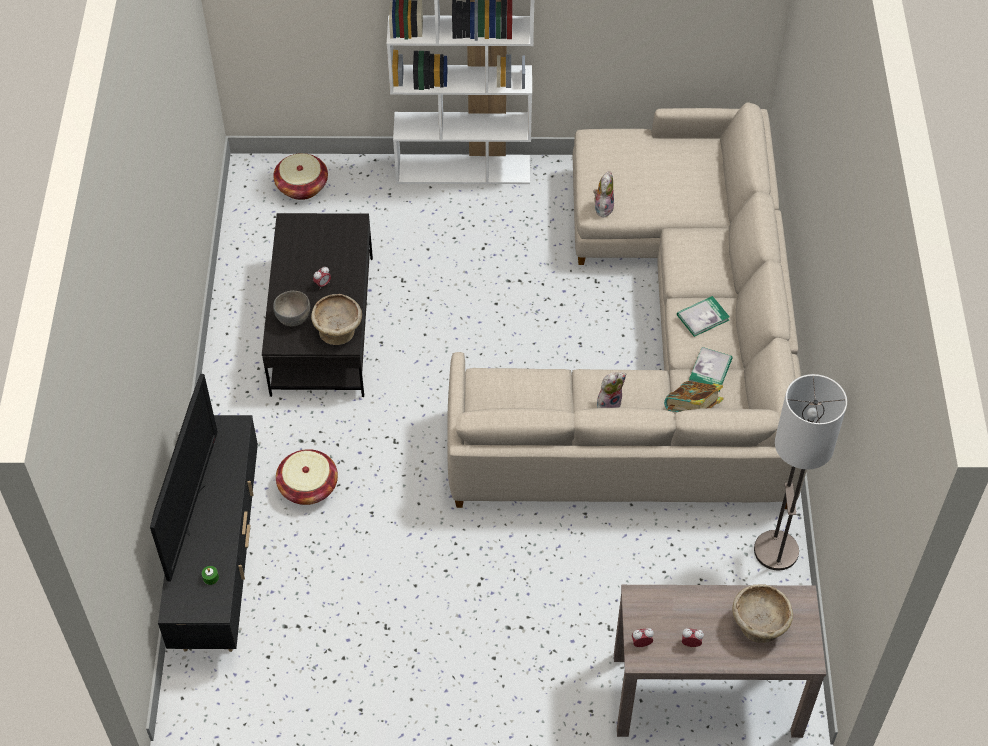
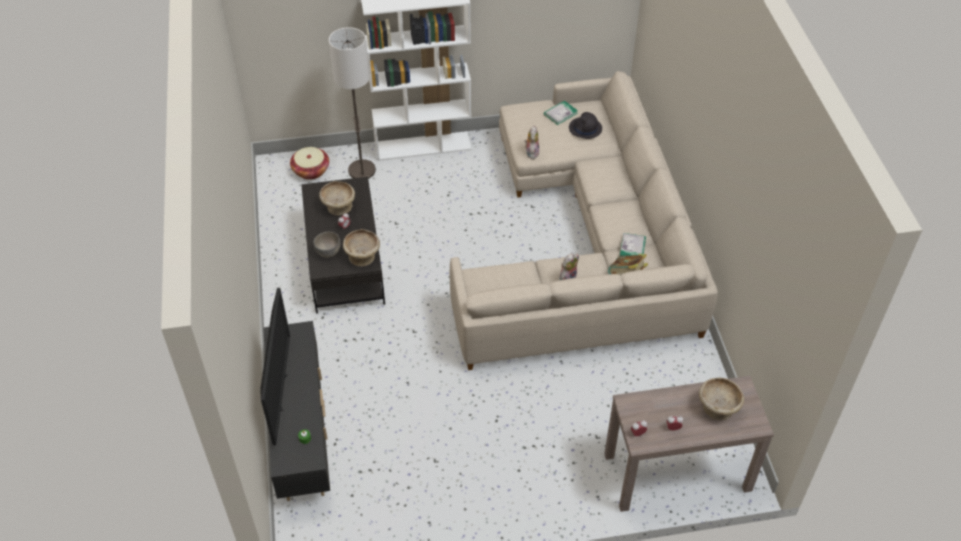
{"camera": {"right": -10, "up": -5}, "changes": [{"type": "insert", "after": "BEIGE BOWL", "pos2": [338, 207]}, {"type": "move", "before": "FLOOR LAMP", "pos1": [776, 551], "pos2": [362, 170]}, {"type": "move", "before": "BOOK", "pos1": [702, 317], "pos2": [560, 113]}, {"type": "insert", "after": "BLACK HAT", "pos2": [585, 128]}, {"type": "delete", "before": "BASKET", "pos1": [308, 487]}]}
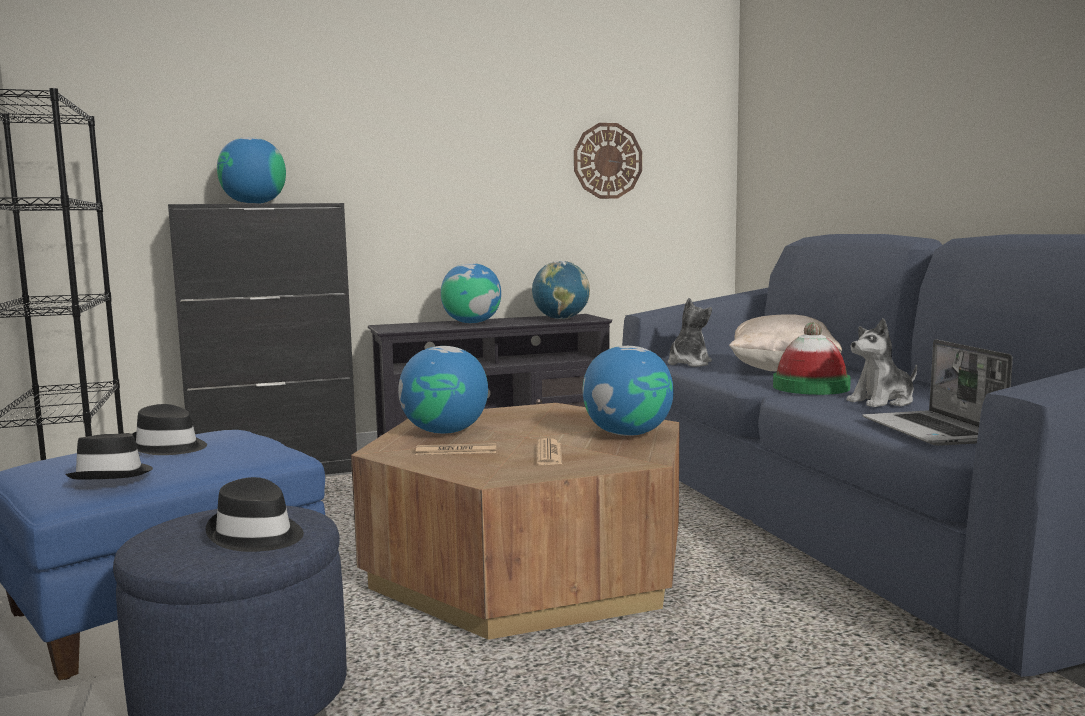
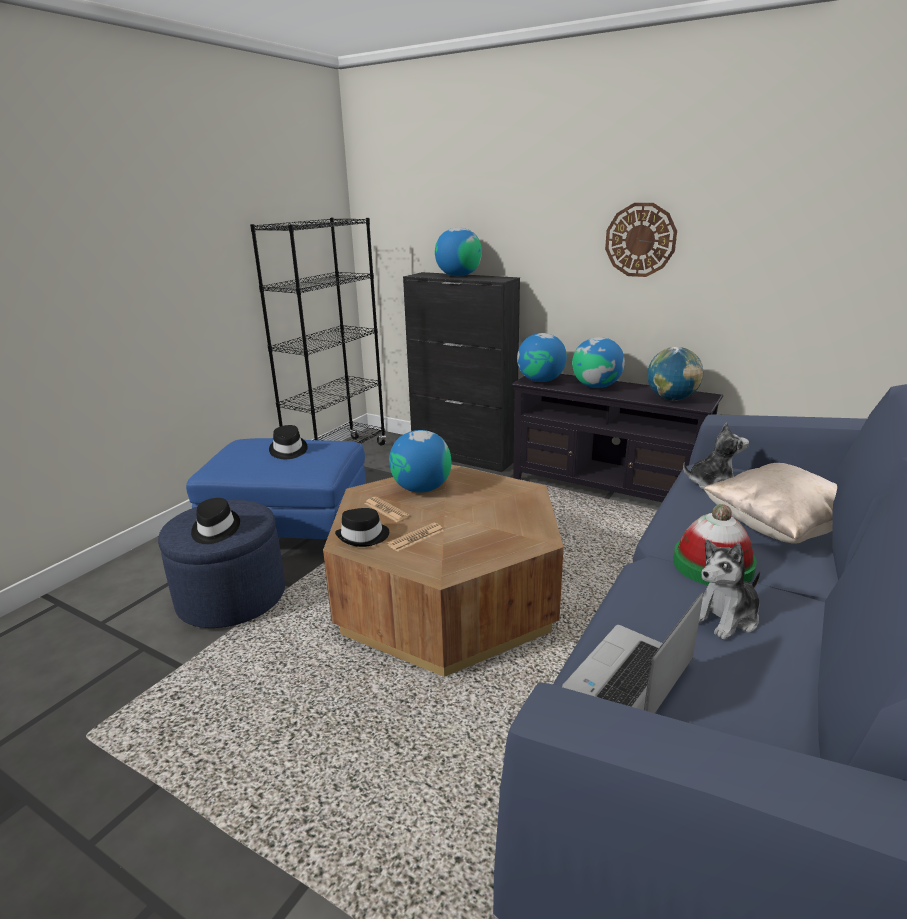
{"camera": {"right": 50, "up": 15}, "changes": [{"type": "move", "before": "BLACK HAT", "pos1": [113, 474], "pos2": [363, 536]}, {"type": "move", "before": "GLOBE", "pos1": [628, 434], "pos2": [541, 380]}, {"type": "move", "before": "WALL CLOCK", "pos1": [607, 161], "pos2": [640, 240]}, {"type": "rotate", "before": "PLUSH TOY", "pos1": [882, 401], "pos2": [726, 617], "turn": -60}]}
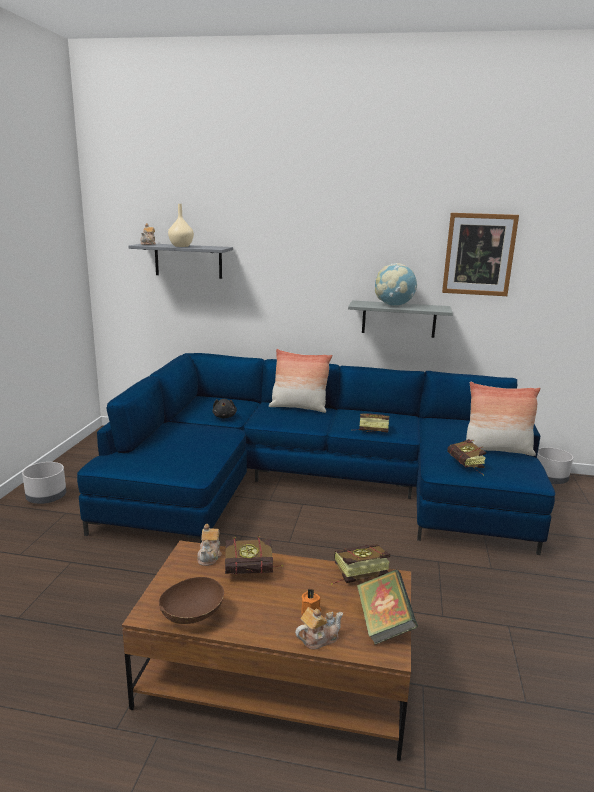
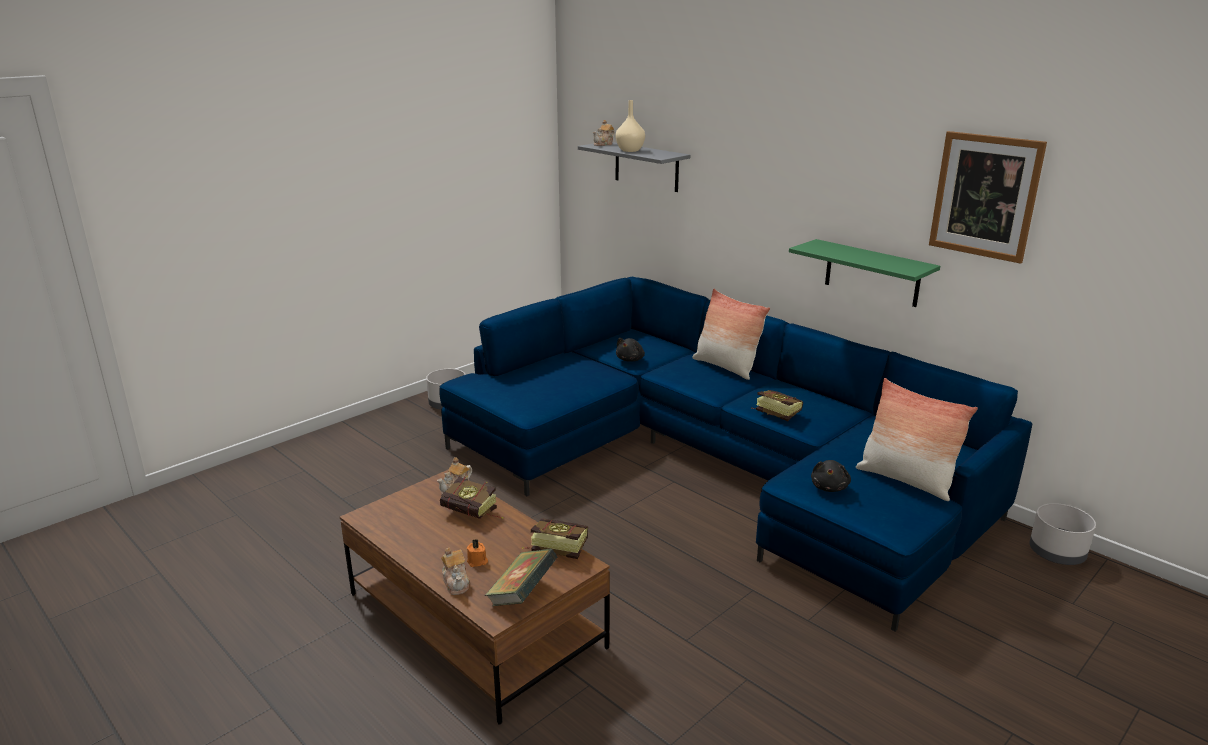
{"camera": {"right": 35, "up": 5}, "changes": [{"type": "rotate", "before": "TEAPOT", "pos1": [318, 638], "pos2": [456, 583], "turn": 60}, {"type": "recolor", "before": "GREY SHELF", "after": "GREEN SHELF", "pos1": [399, 319], "pos2": [872, 273]}, {"type": "replace", "before": "BOOK", "after": "BLACK PLUSH TOY", "pos1": [467, 466], "pos2": [829, 487]}, {"type": "delete", "before": "BROWN BOWL", "pos1": [192, 616]}, {"type": "delete", "before": "GLOBE", "pos1": [394, 305]}]}
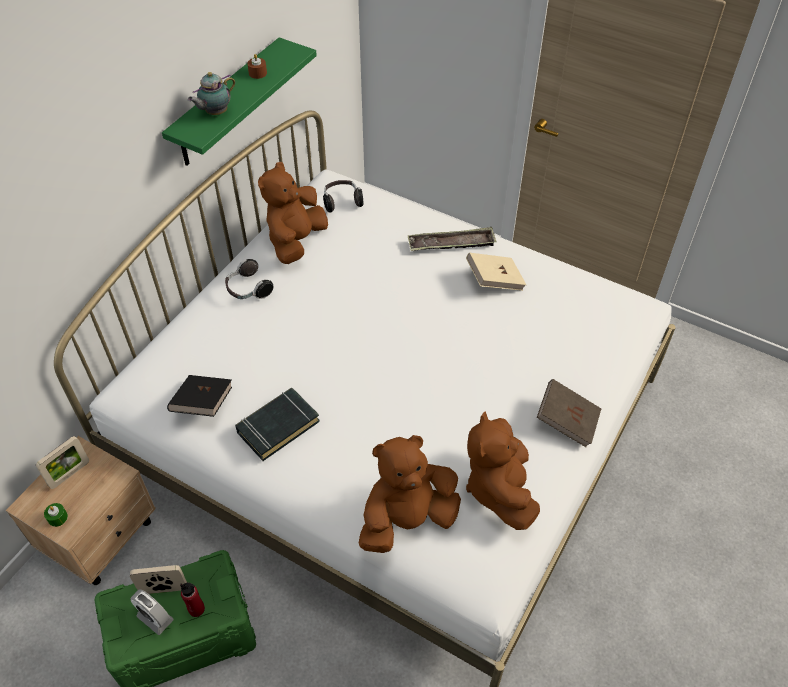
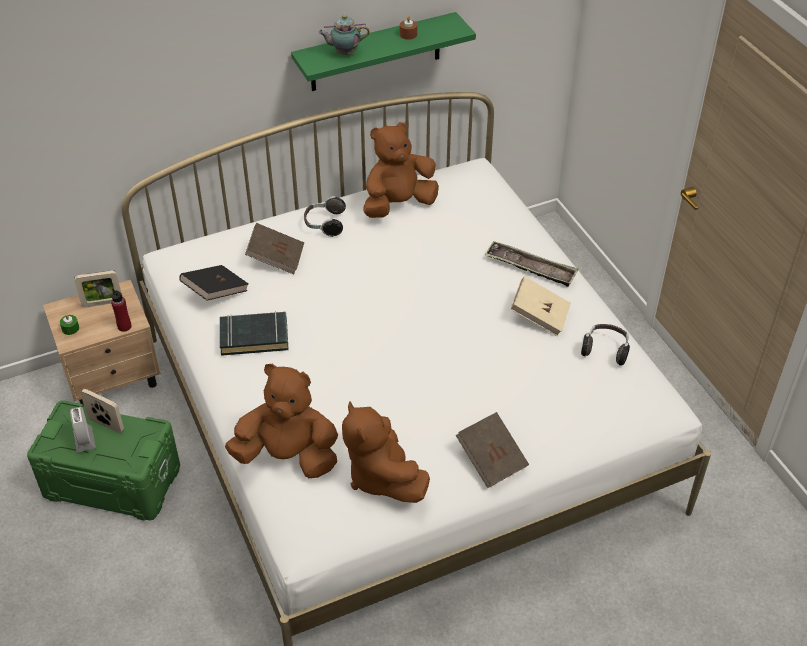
{"camera": {"right": 35, "up": -5}, "changes": [{"type": "move", "before": "RED BOTTLE", "pos1": [196, 609], "pos2": [124, 326]}, {"type": "insert", "after": "BROWN BOOK", "pos2": [276, 258]}, {"type": "rotate", "before": "BROWN PLUSH TOY", "pos1": [499, 488], "pos2": [381, 476], "turn": -60}, {"type": "move", "before": "HEADPHONES", "pos1": [342, 201], "pos2": [605, 350]}]}
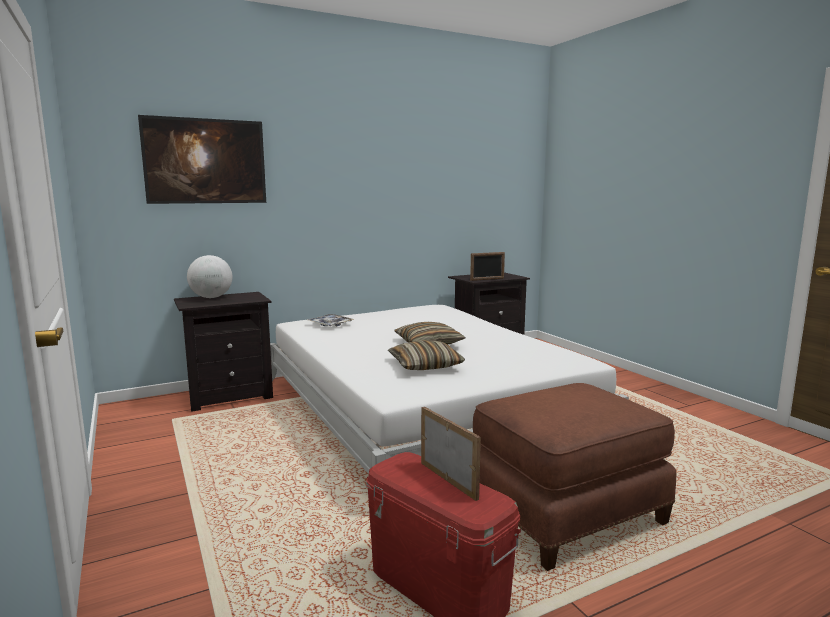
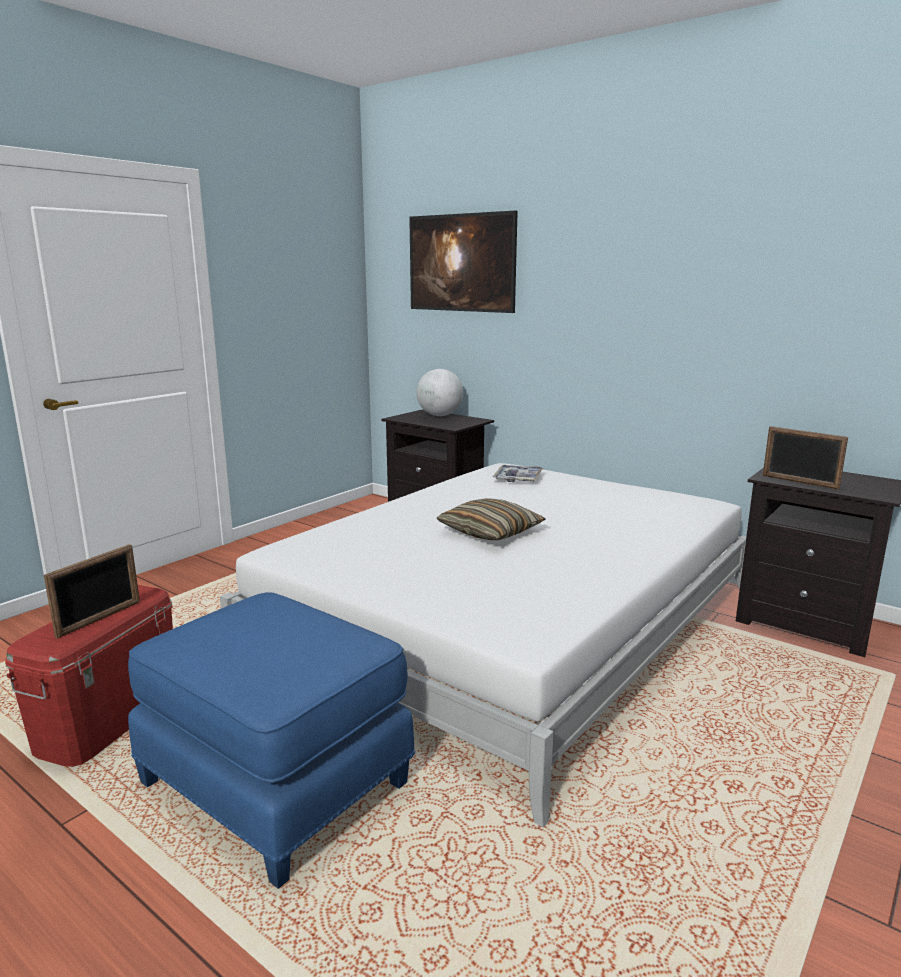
{"camera": {"right": 65, "up": 5}, "changes": [{"type": "recolor", "before": "BROWN OTTOMAN", "after": "BLUE OTTOMAN", "pos1": [565, 512], "pos2": [278, 782]}, {"type": "delete", "before": "PILLOW", "pos1": [425, 365]}]}
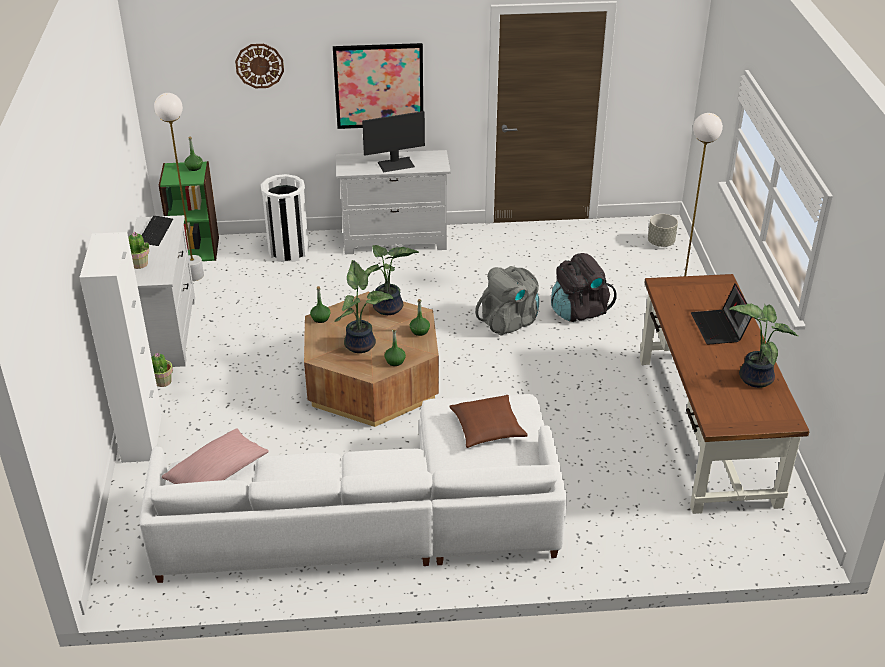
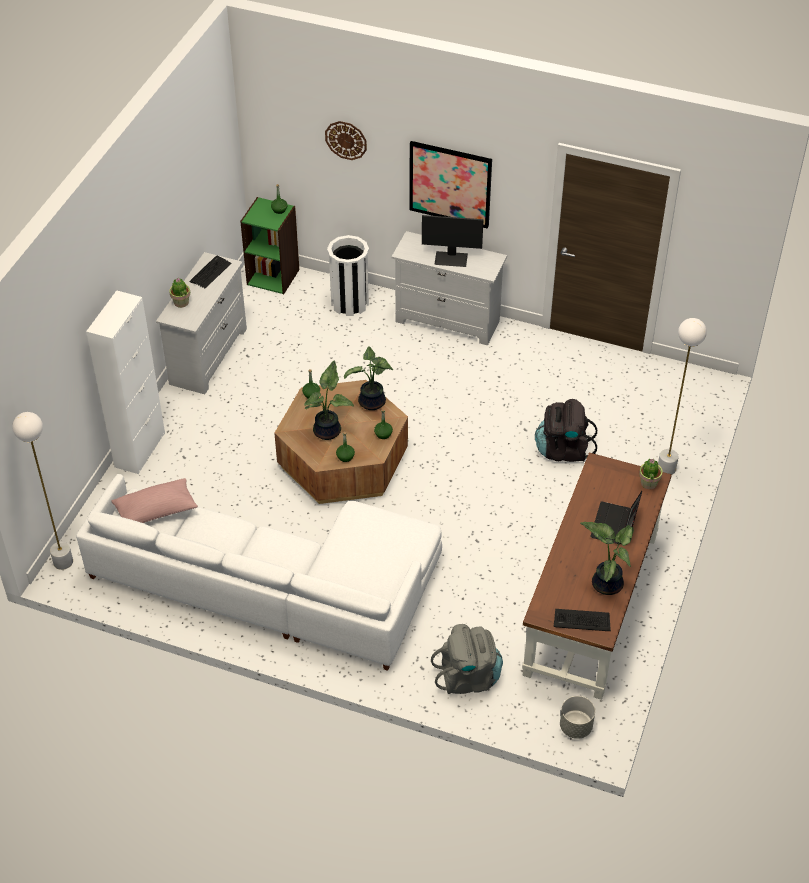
{"camera": {"right": 25, "up": 10}, "changes": [{"type": "move", "before": "WHITE FLOOR LAMP", "pos1": [194, 276], "pos2": [63, 562]}, {"type": "move", "before": "GREY BACKPACK", "pos1": [509, 321], "pos2": [468, 677]}, {"type": "insert", "after": "KEYBOARD", "pos2": [582, 620]}, {"type": "move", "before": "GREY PLANTER", "pos1": [660, 242], "pos2": [575, 726]}, {"type": "move", "before": "POTTED PLANT", "pos1": [163, 382], "pos2": [648, 483]}, {"type": "delete", "before": "BROWN PILLOW", "pos1": [487, 428]}]}
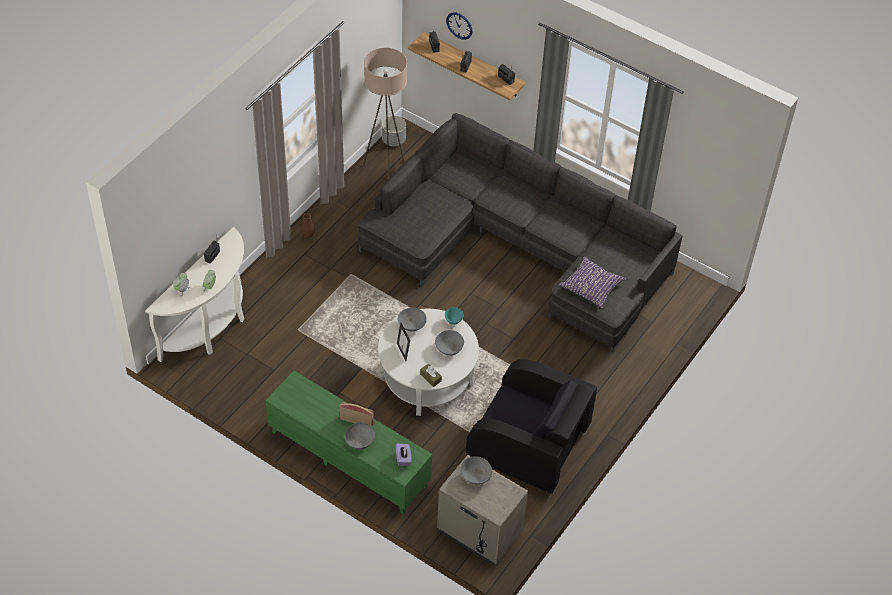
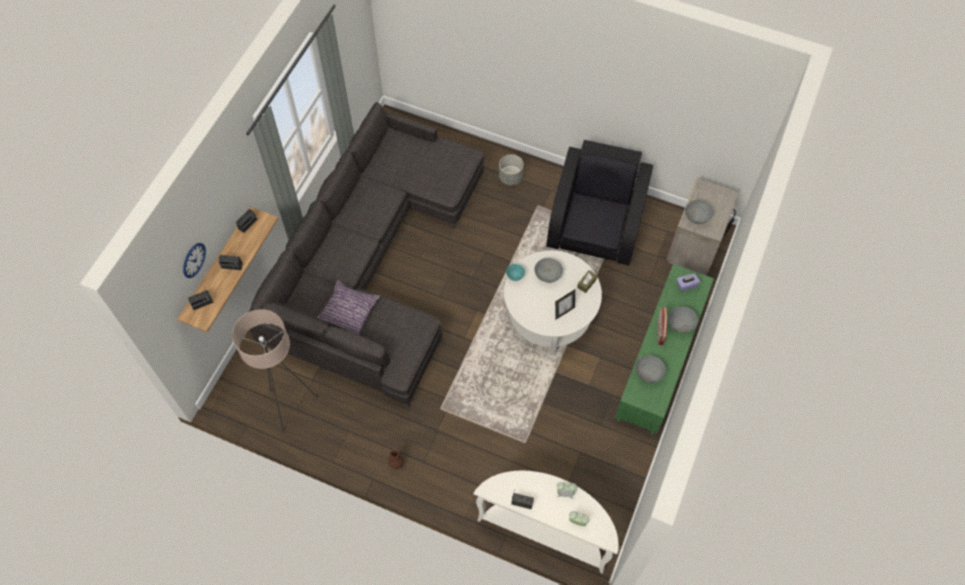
{"camera": {"right": -100, "up": 10}, "changes": [{"type": "move", "before": "PURPLE PILLOW", "pos1": [591, 286], "pos2": [348, 311]}, {"type": "move", "before": "GREY PLANTER", "pos1": [393, 140], "pos2": [510, 177]}, {"type": "move", "before": "GREY BOWL", "pos1": [411, 325], "pos2": [649, 373]}]}
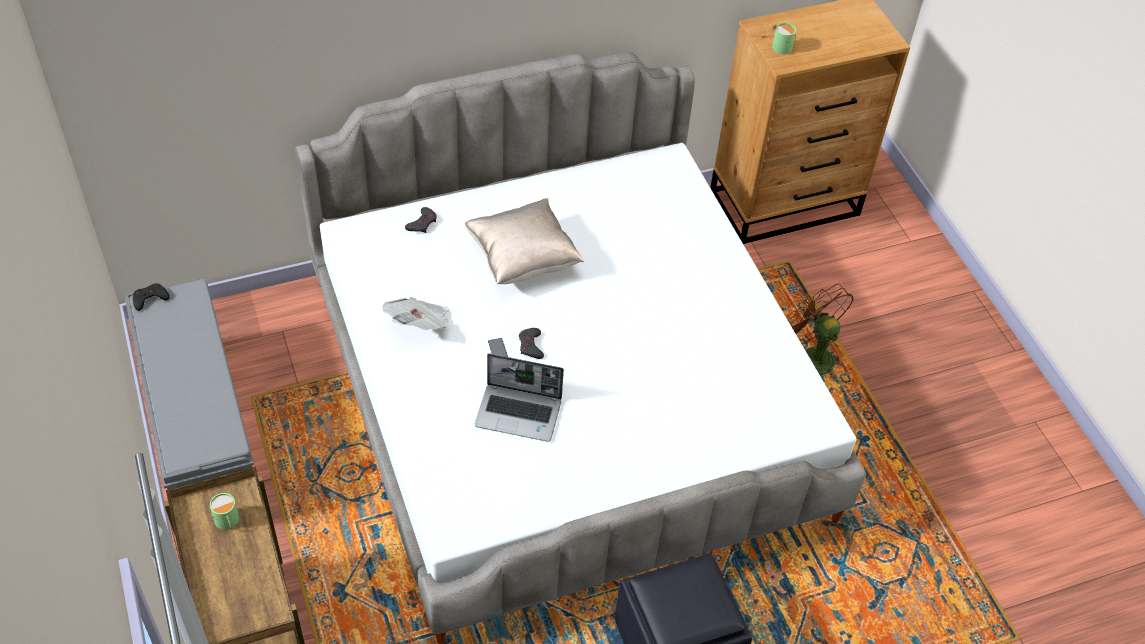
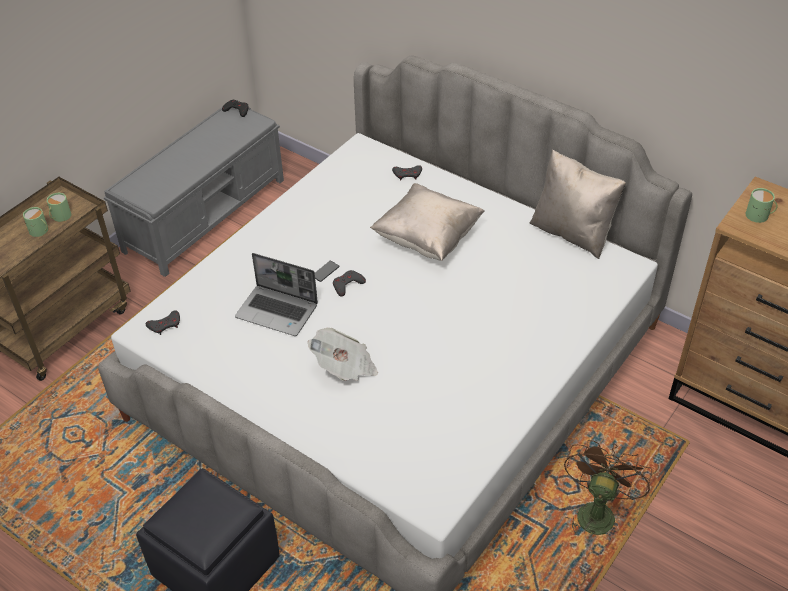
{"camera": {"right": 60, "up": -5}, "changes": [{"type": "insert", "after": "GREEN MUG", "pos2": [40, 231]}, {"type": "insert", "after": "GREY GAME CONTROLLER", "pos2": [165, 325]}, {"type": "rotate", "before": "LAPTOP", "pos1": [519, 413], "pos2": [278, 311], "turn": -45}, {"type": "move", "before": "NEWSPAPER", "pos1": [419, 324], "pos2": [345, 367]}, {"type": "insert", "after": "BEIGE PILLOW", "pos2": [572, 233]}]}
